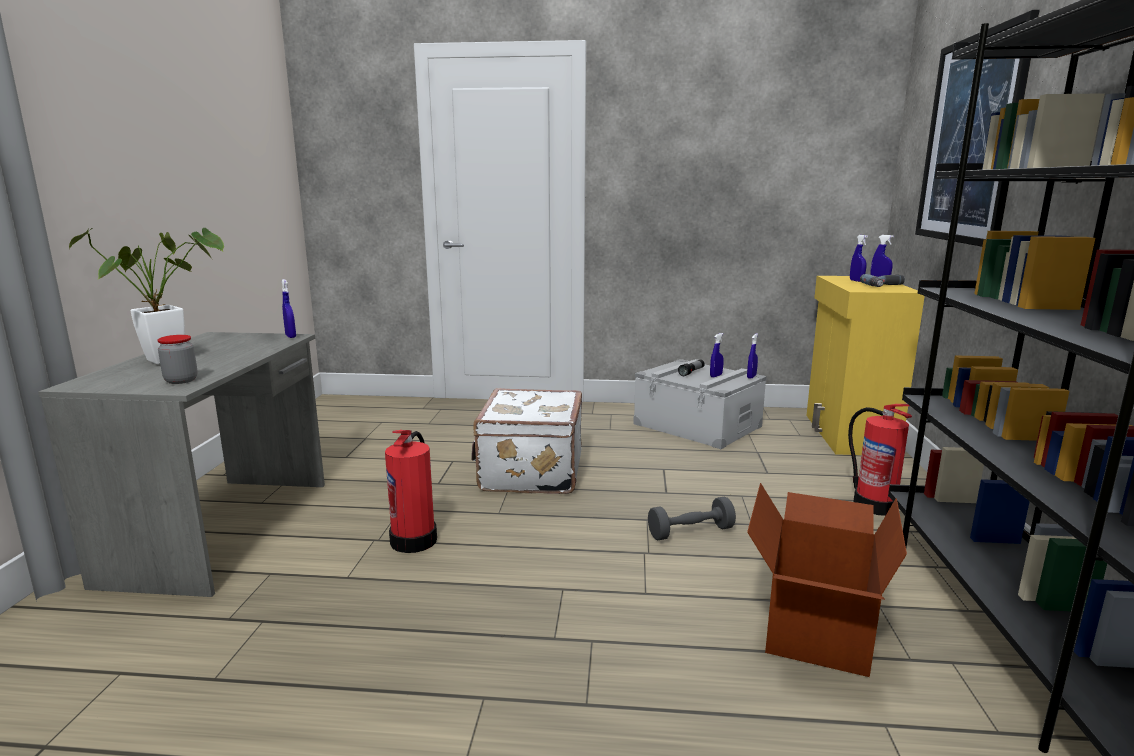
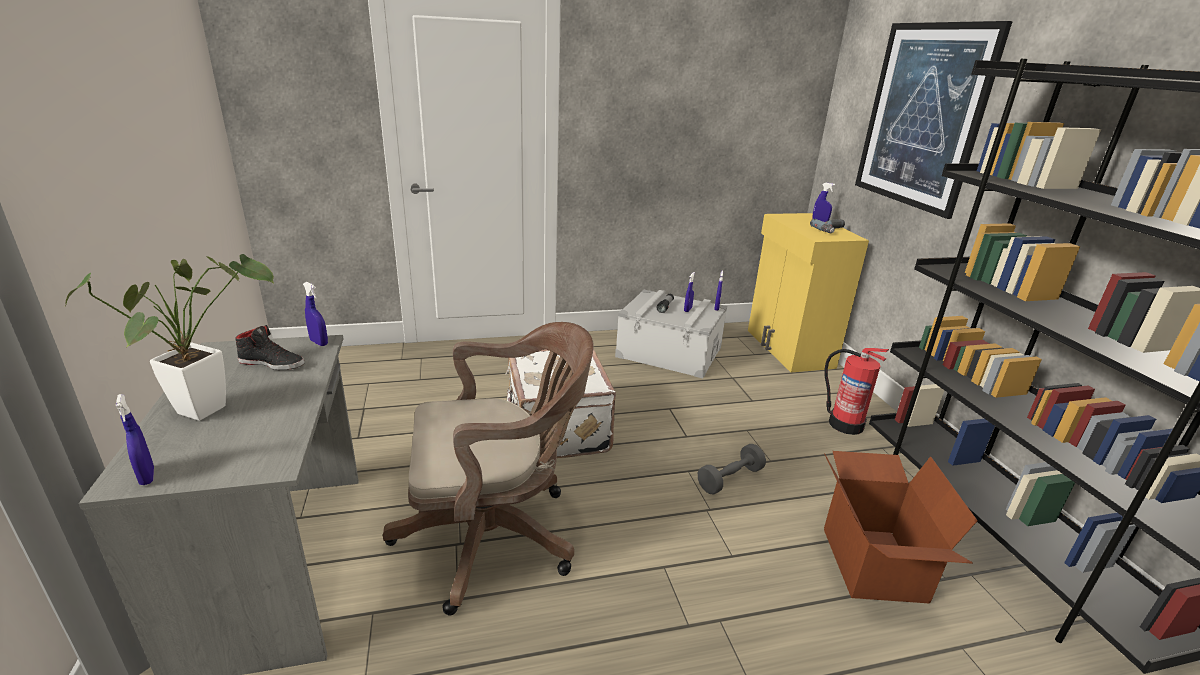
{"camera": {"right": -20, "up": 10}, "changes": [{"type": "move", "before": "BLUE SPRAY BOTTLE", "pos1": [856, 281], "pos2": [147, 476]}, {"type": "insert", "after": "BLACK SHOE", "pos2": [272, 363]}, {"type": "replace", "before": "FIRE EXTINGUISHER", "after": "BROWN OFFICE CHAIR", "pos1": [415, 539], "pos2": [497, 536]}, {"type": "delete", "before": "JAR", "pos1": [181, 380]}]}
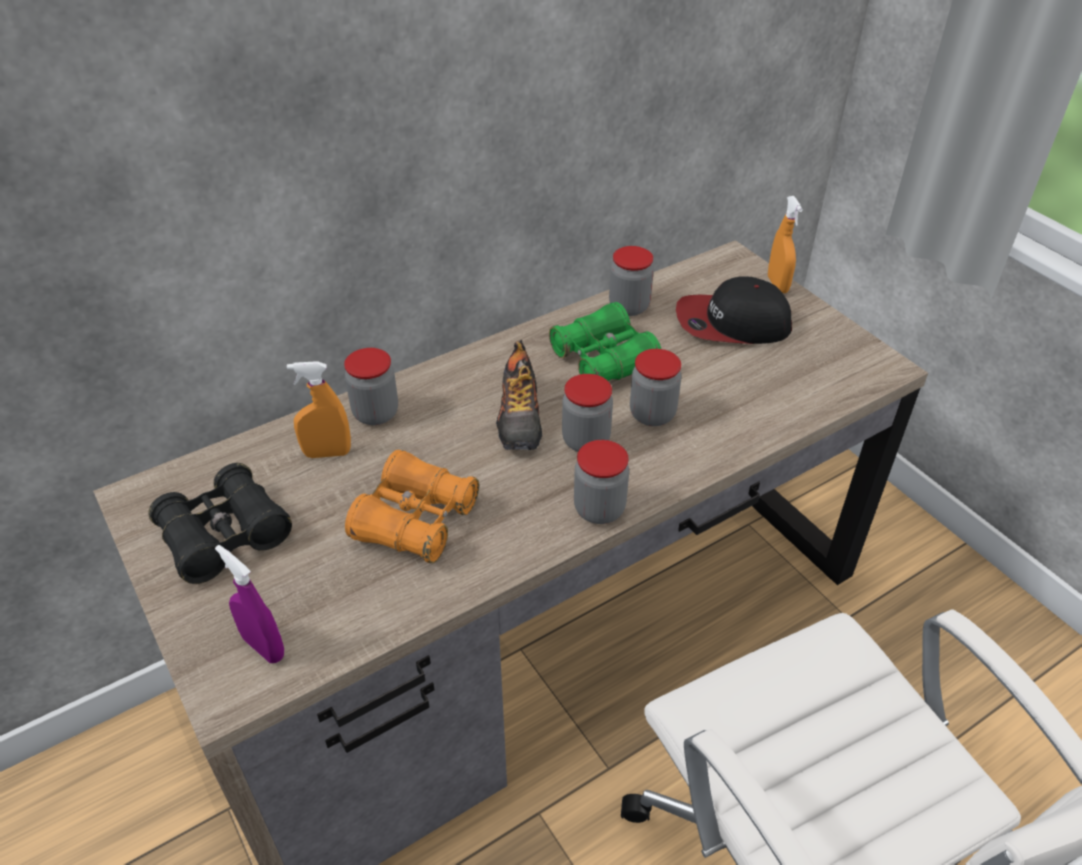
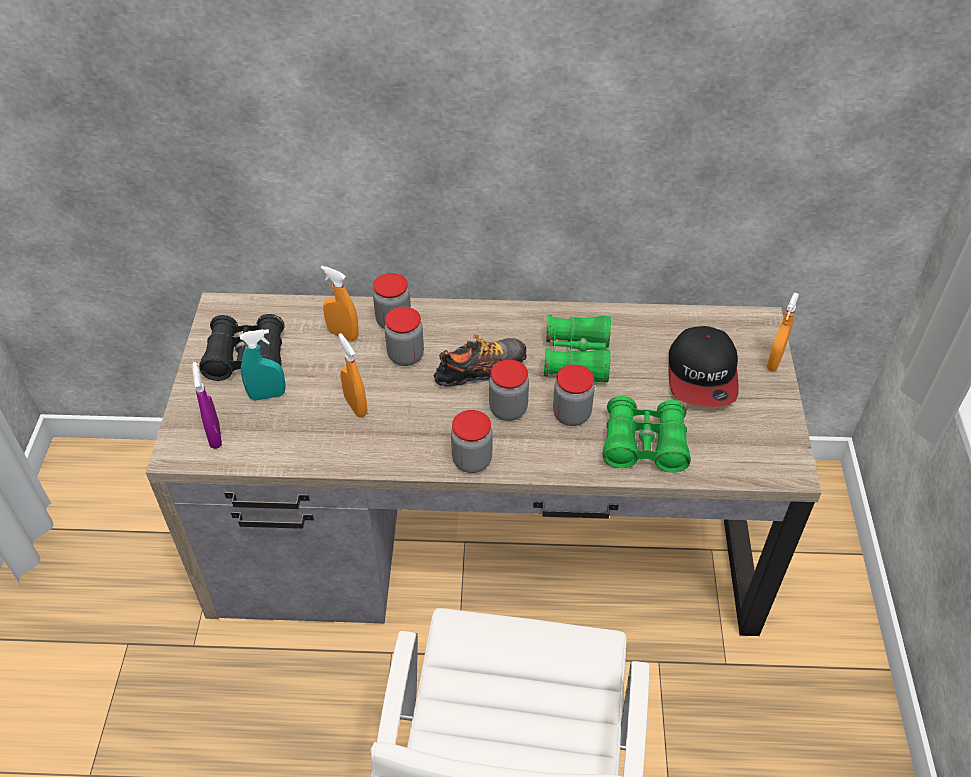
{"camera": {"right": 35, "up": 5}, "changes": [{"type": "insert", "after": "TURQUOISE SPRAY BOTTLE", "pos2": [267, 395]}, {"type": "replace", "before": "ORANGE BINOCULARS", "after": "ORANGE SPRAY BOTTLE", "pos1": [415, 521], "pos2": [356, 406]}, {"type": "move", "before": "JAR", "pos1": [629, 306], "pos2": [405, 356]}, {"type": "rotate", "before": "SHOE", "pos1": [520, 417], "pos2": [481, 370], "turn": -150}, {"type": "insert", "after": "GREEN BINOCULARS", "pos2": [644, 444]}, {"type": "rotate", "before": "CAP", "pos1": [732, 323], "pos2": [702, 375], "turn": -120}]}
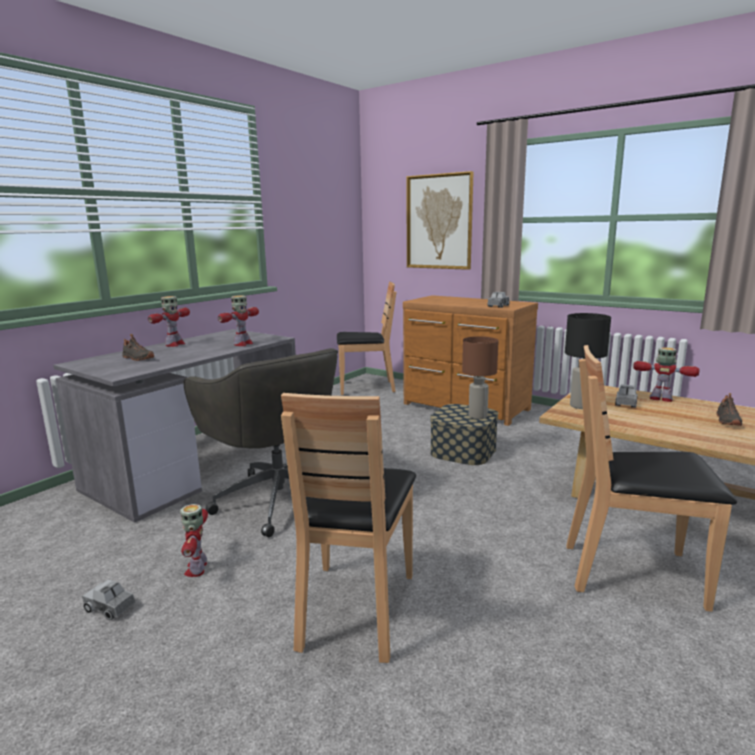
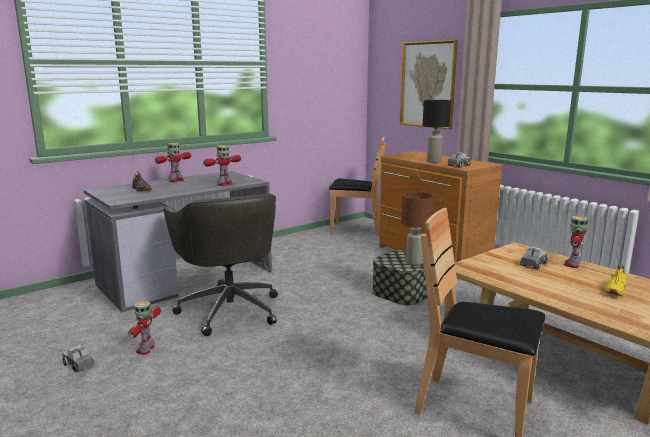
{"camera": {"right": 15, "up": 0}, "changes": [{"type": "move", "before": "BLACK TABLE LAMP", "pos1": [581, 406], "pos2": [434, 162]}, {"type": "rotate", "before": "TOY ROBOT", "pos1": [661, 399], "pos2": [573, 264], "turn": -105}, {"type": "recolor", "before": "BLACK SHOE", "after": "YELLOW SHOE", "pos1": [726, 420], "pos2": [614, 289]}, {"type": "delete", "before": "BROWN CHAIR", "pos1": [356, 608]}]}
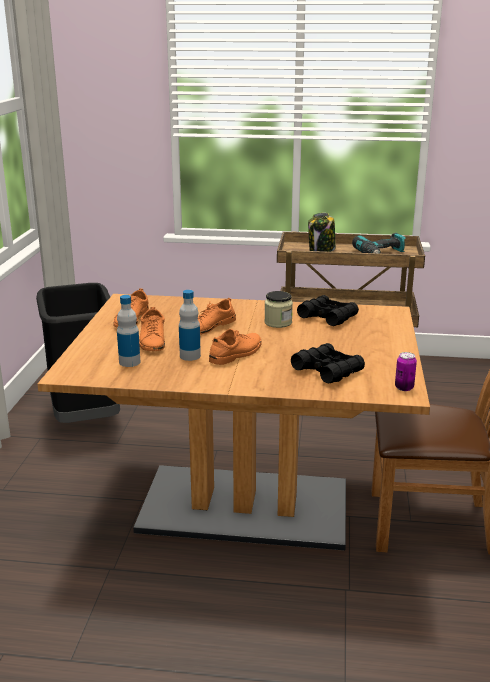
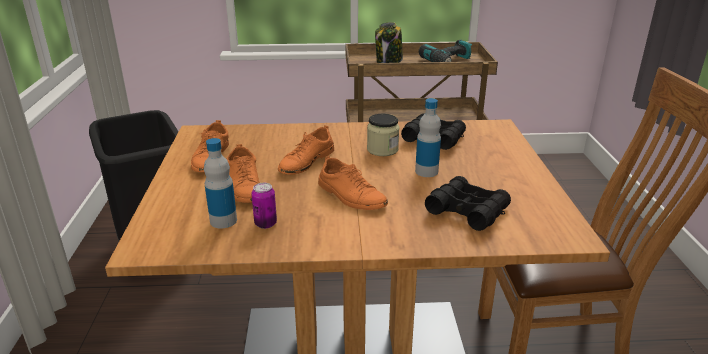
{"camera": {"right": -10, "up": 5}, "changes": [{"type": "move", "before": "CAN", "pos1": [404, 388], "pos2": [265, 224]}, {"type": "rotate", "before": "ORANGE SHOE", "pos1": [236, 353], "pos2": [351, 196], "turn": 105}, {"type": "move", "before": "BOTTLE", "pos1": [190, 356], "pos2": [426, 171]}]}
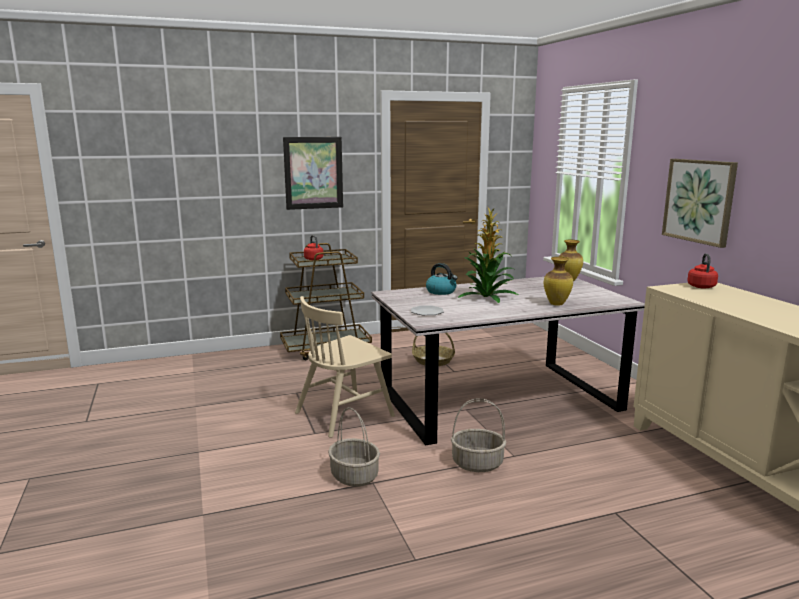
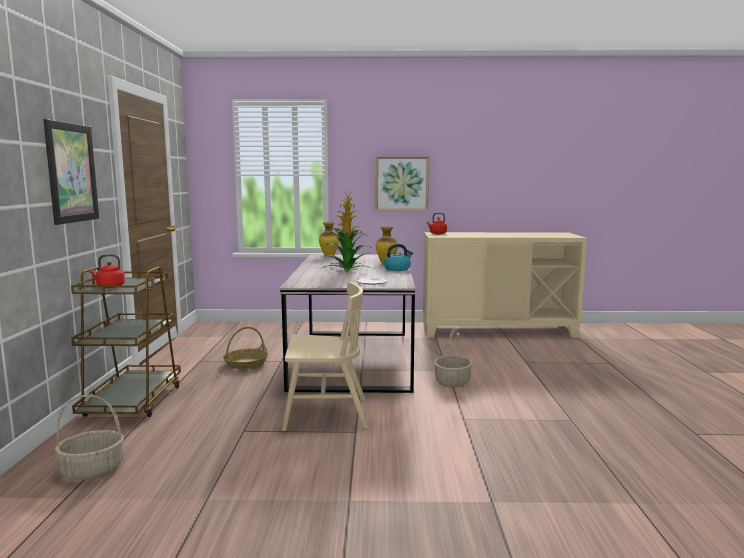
{"camera": {"right": -70, "up": -5}, "changes": [{"type": "move", "before": "BASKET", "pos1": [353, 476], "pos2": [91, 470]}, {"type": "rotate", "before": "BEIGE CHAIR", "pos1": [344, 414], "pos2": [325, 414], "turn": -75}, {"type": "move", "before": "KETTLE", "pos1": [441, 291], "pos2": [397, 269]}]}
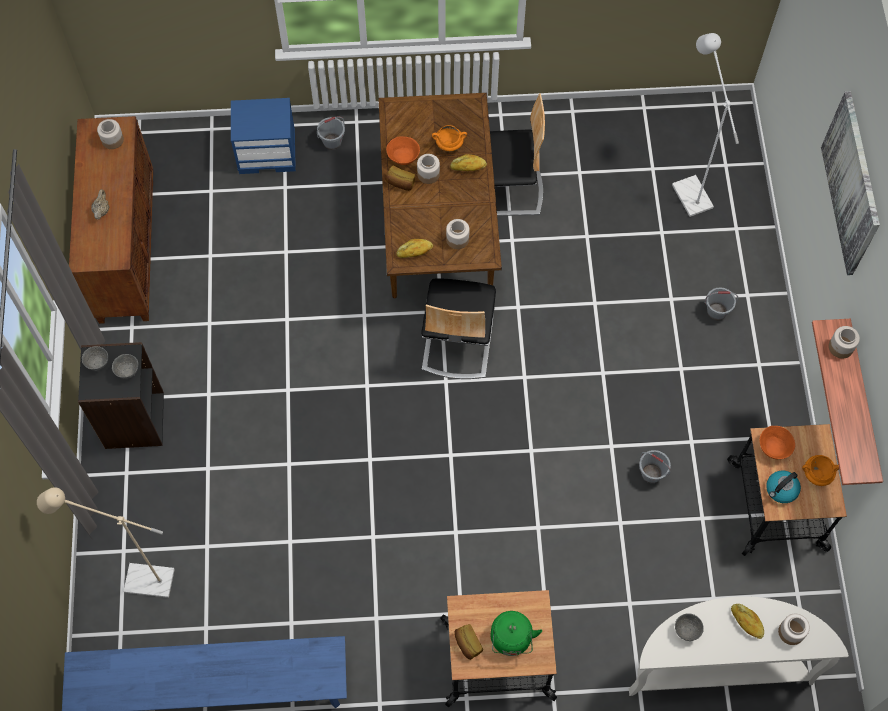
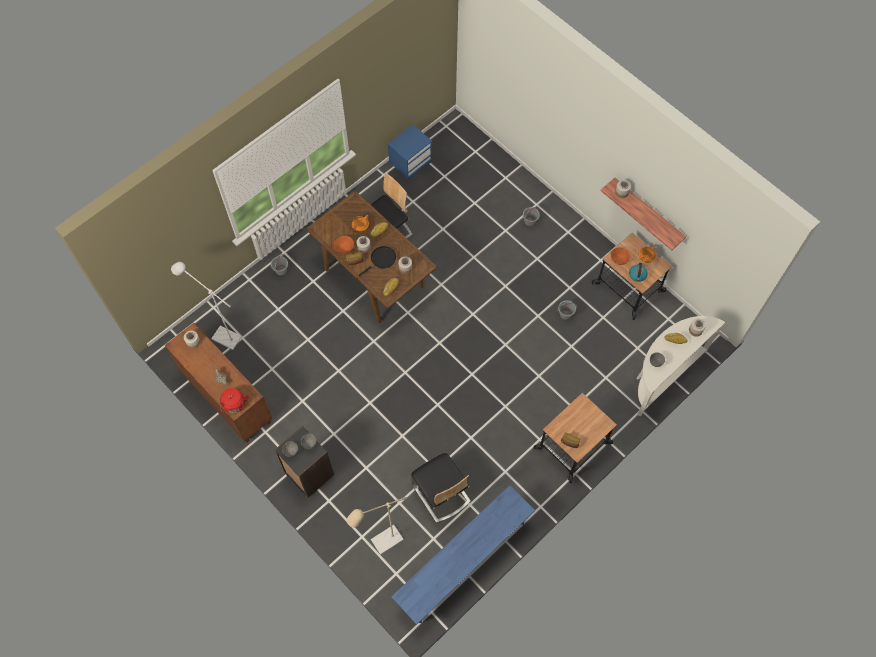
{"camera": {"right": -40, "up": 0}, "changes": [{"type": "move", "before": "WHITE FLOOR LAMP", "pos1": [688, 189], "pos2": [222, 335]}, {"type": "insert", "after": "RED KETTLE", "pos2": [234, 405]}, {"type": "insert", "after": "BLACK FRYING PAN", "pos2": [381, 259]}, {"type": "move", "before": "BLUE NIGHTSTAND", "pos1": [268, 152], "pos2": [410, 162]}, {"type": "move", "before": "CHAIR", "pos1": [457, 342], "pos2": [441, 493]}, {"type": "delete", "before": "GREEN KETTLE", "pos1": [511, 640]}, {"type": "delete", "before": "PICTURE", "pos1": [851, 183]}]}
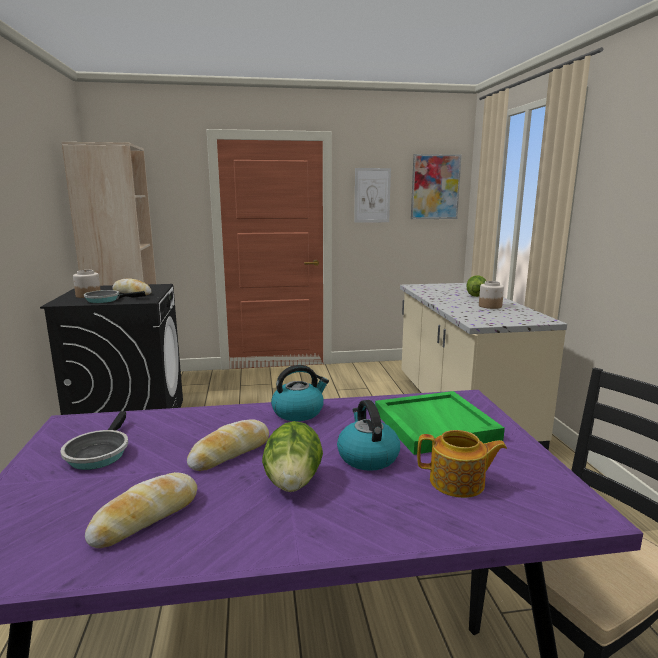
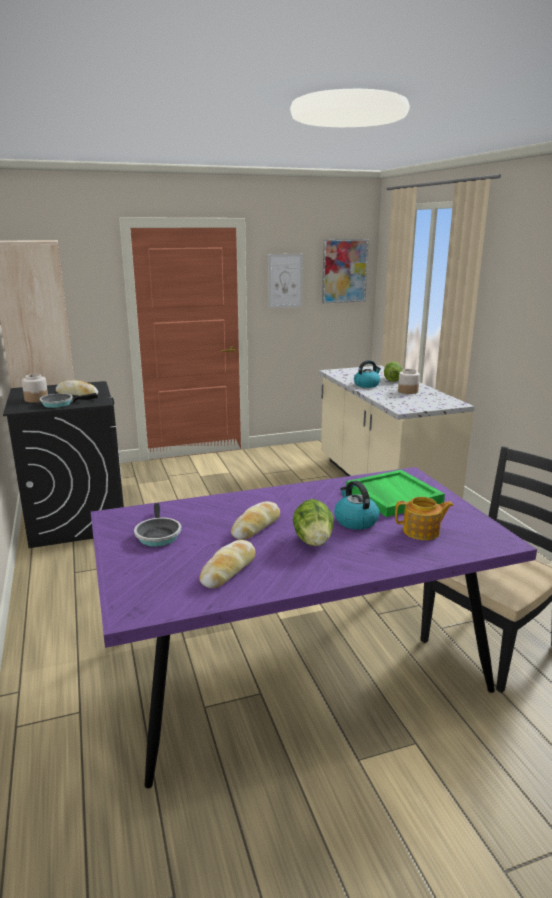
{"camera": {"right": -10, "up": 5}, "changes": [{"type": "move", "before": "KETTLE", "pos1": [298, 412], "pos2": [367, 385]}]}
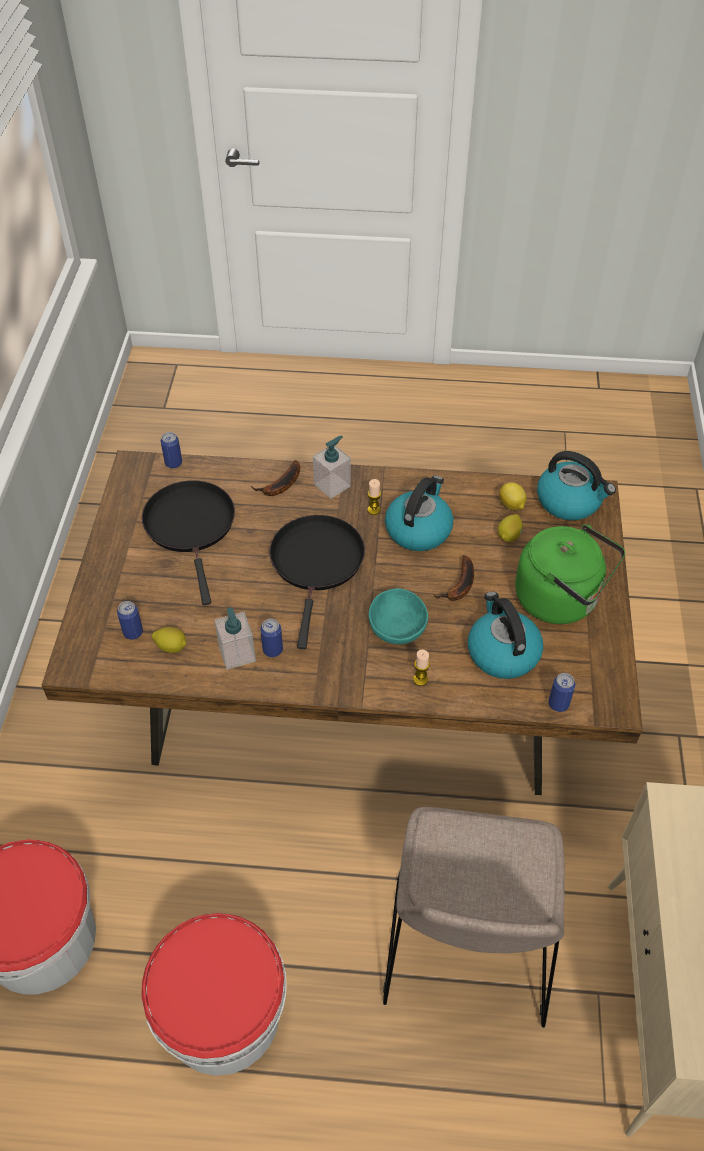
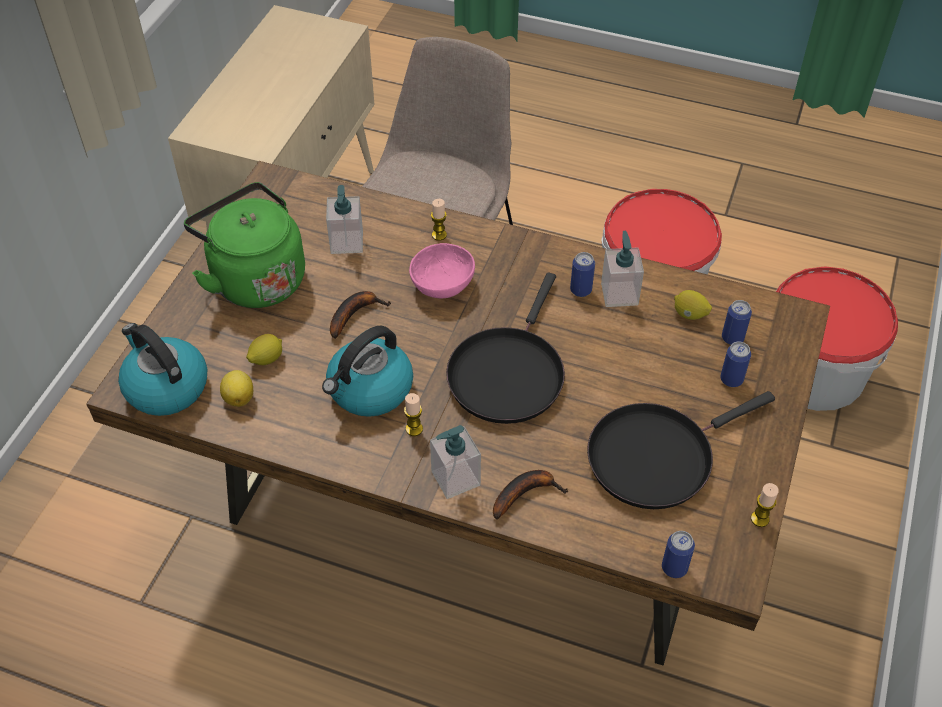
{"camera": {"right": -165, "up": 0}, "changes": [{"type": "replace", "before": "KETTLE", "after": "SOAP DISPENSER", "pos1": [502, 652], "pos2": [346, 242]}, {"type": "recolor", "before": "TURQUOISE BOWL", "after": "PINK BOWL", "pos1": [398, 628], "pos2": [441, 285]}, {"type": "rotate", "before": "BLACK FRYING PAN", "pos1": [191, 527], "pos2": [656, 456], "turn": 60}, {"type": "move", "before": "CAN", "pos1": [558, 704], "pos2": [731, 379]}, {"type": "insert", "after": "CANDLE", "pos2": [759, 519]}]}
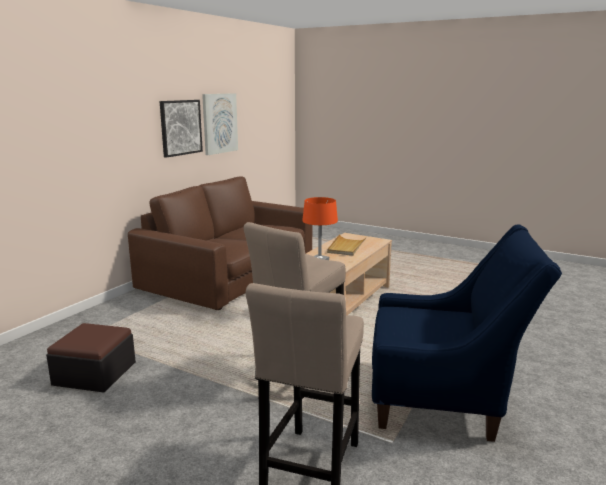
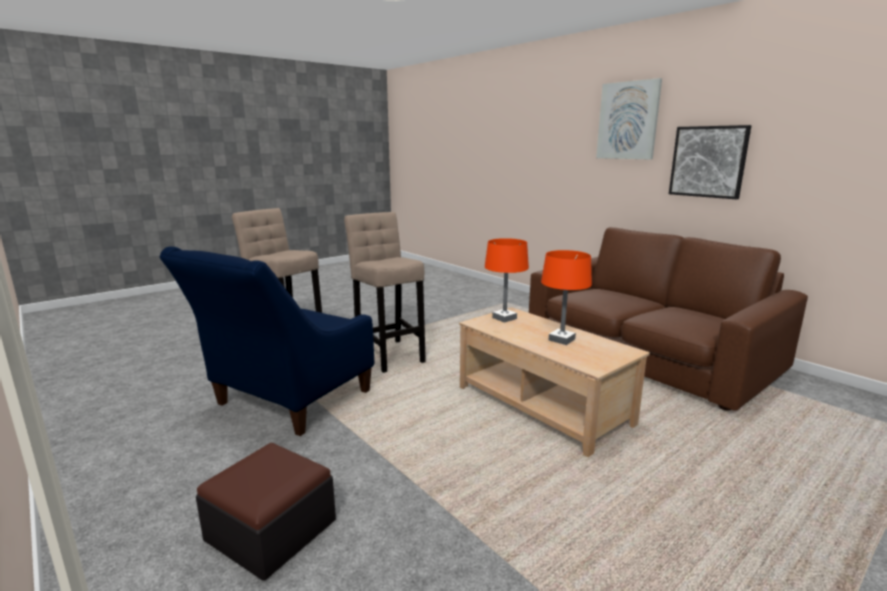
{"camera": {"right": 110, "up": 0}, "changes": [{"type": "move", "before": "OTTOMAN", "pos1": [95, 373], "pos2": [271, 530]}, {"type": "replace", "before": "BEIGE TRAY", "after": "ORANGE TABLE LAMP", "pos1": [346, 247], "pos2": [561, 339]}, {"type": "move", "before": "PICTURE", "pos1": [219, 123], "pos2": [628, 120]}]}
